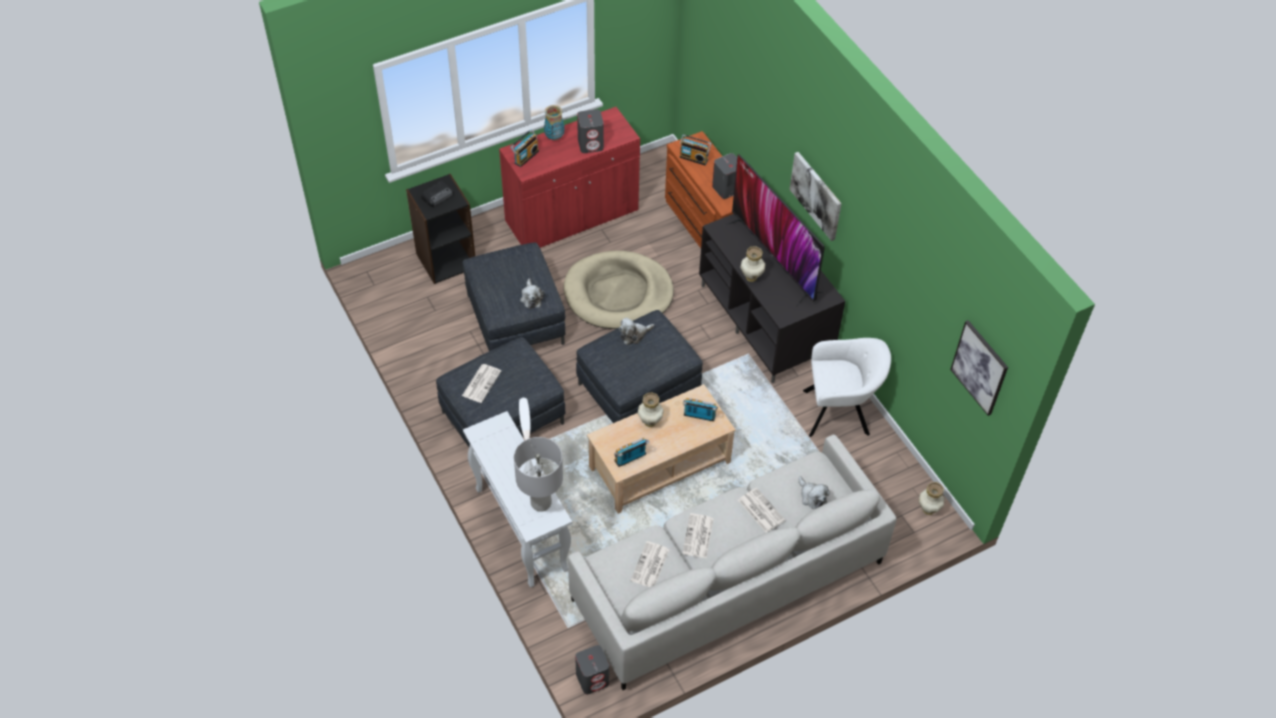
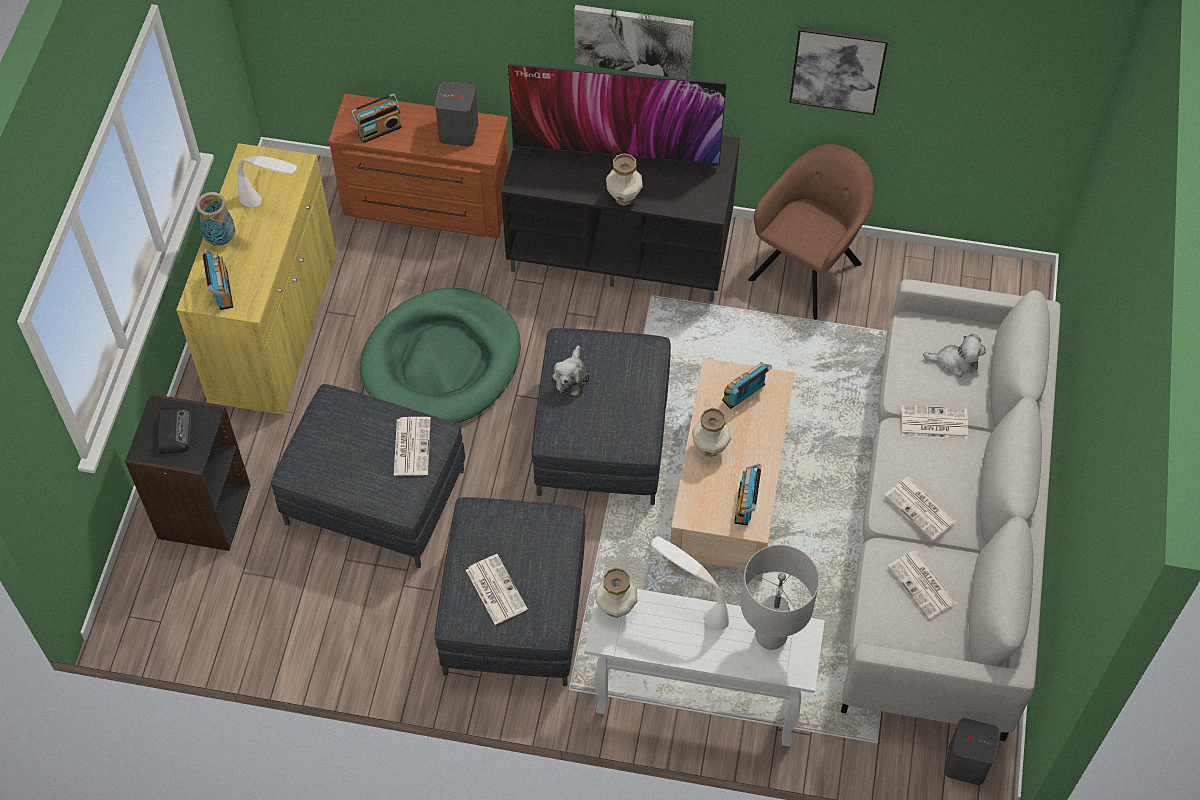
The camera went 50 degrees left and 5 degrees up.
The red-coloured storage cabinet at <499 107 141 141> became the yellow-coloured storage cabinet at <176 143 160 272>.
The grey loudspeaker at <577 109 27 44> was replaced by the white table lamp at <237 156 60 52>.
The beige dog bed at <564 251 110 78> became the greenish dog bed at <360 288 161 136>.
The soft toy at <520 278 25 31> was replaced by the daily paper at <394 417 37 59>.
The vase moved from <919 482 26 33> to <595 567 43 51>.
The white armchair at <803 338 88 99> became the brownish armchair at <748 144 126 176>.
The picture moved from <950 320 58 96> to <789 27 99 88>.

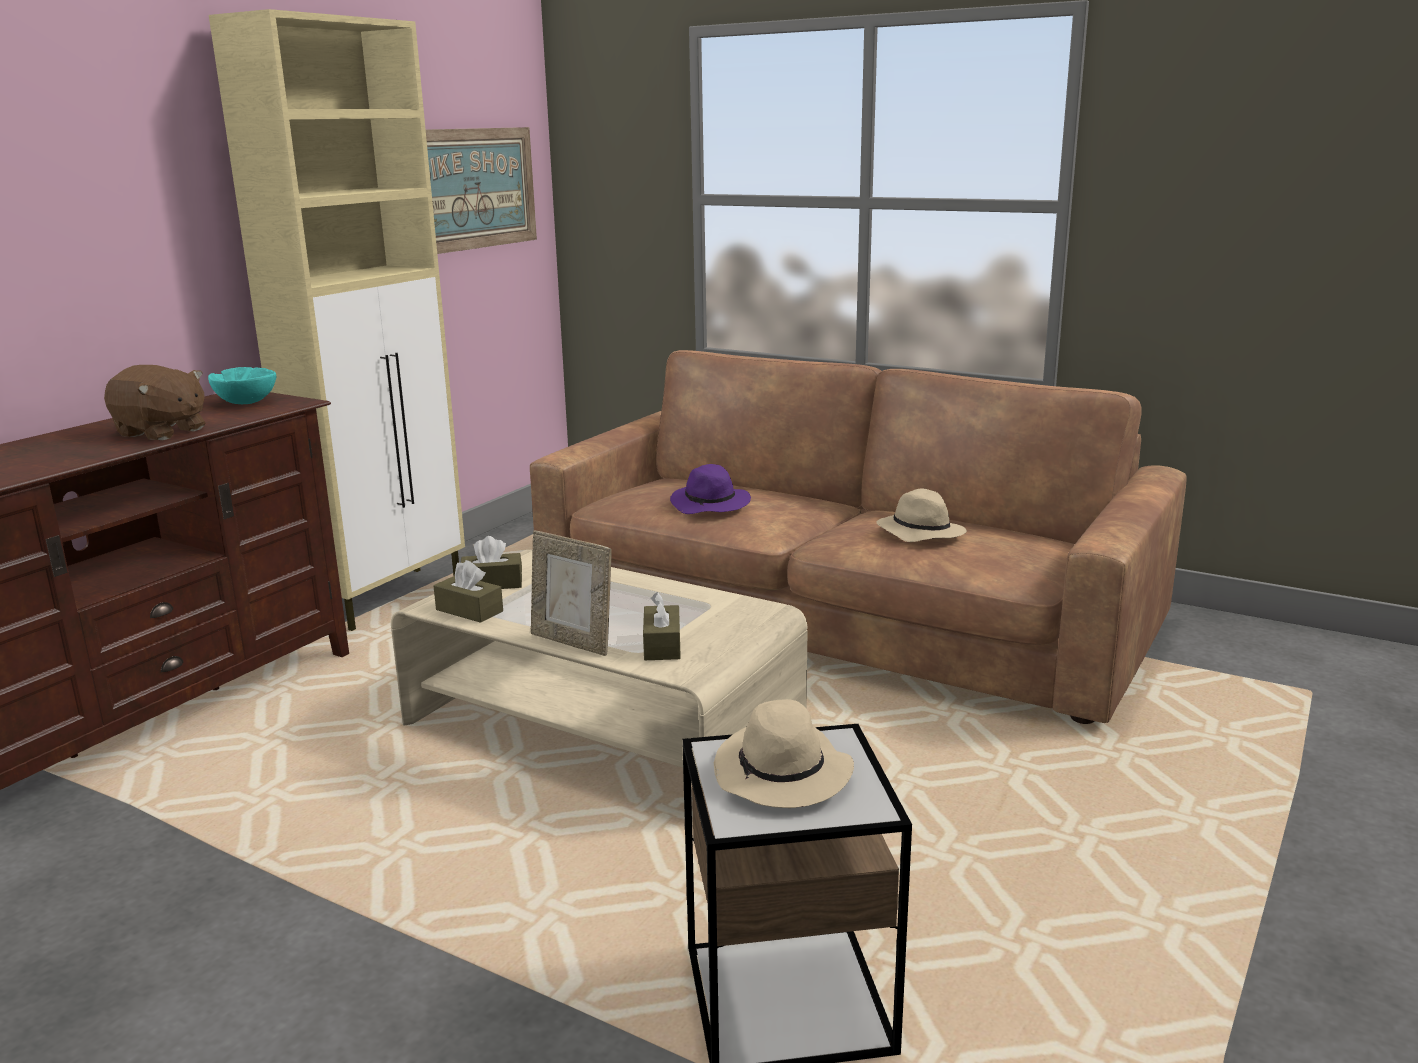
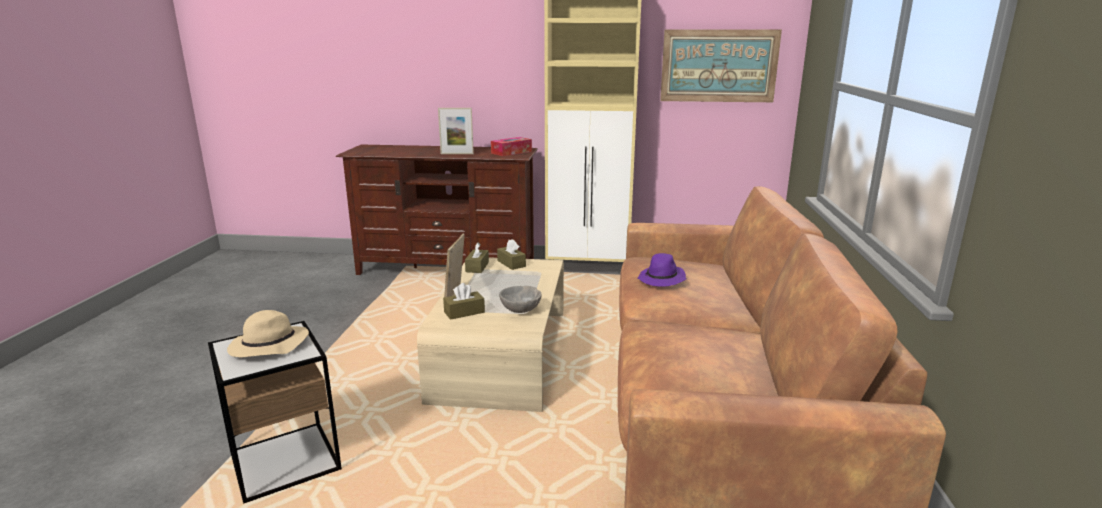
The camera went 65 degrees right and 0 degrees up.
The brownish soft toy at <104 365 101 75> was replaced by the photo frame at <438 108 36 46>.
The blue-green deep dish at <208 367 68 37> was replaced by the box of tissues at <491 137 41 19>.
The grey deep dish at <499 286 42 27> appeared.
The beige wearable hat at <877 488 90 54> disappeared.

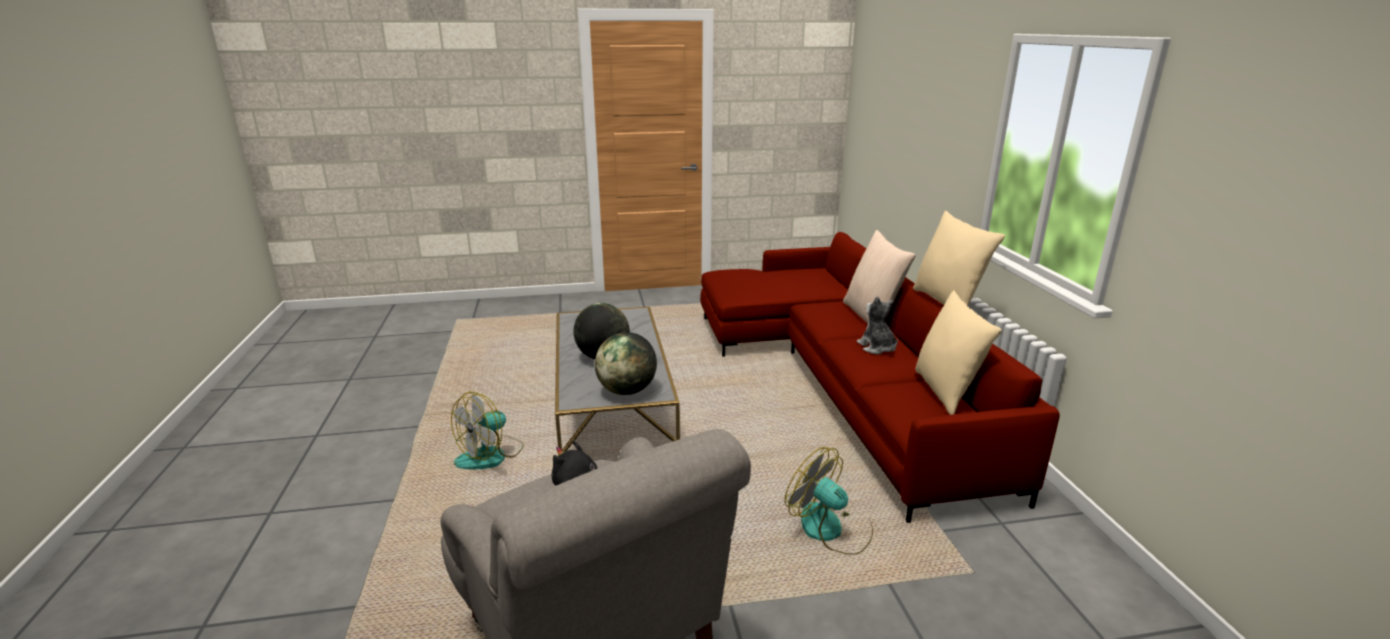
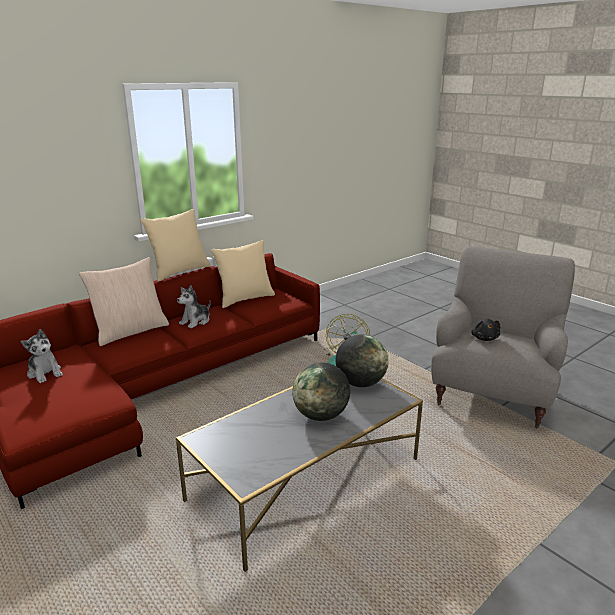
The camera went 120 degrees left and 0 degrees up.
The soft toy at <21 329 42 54> appeared.
The electric fan at <451 391 73 78> disappeared.

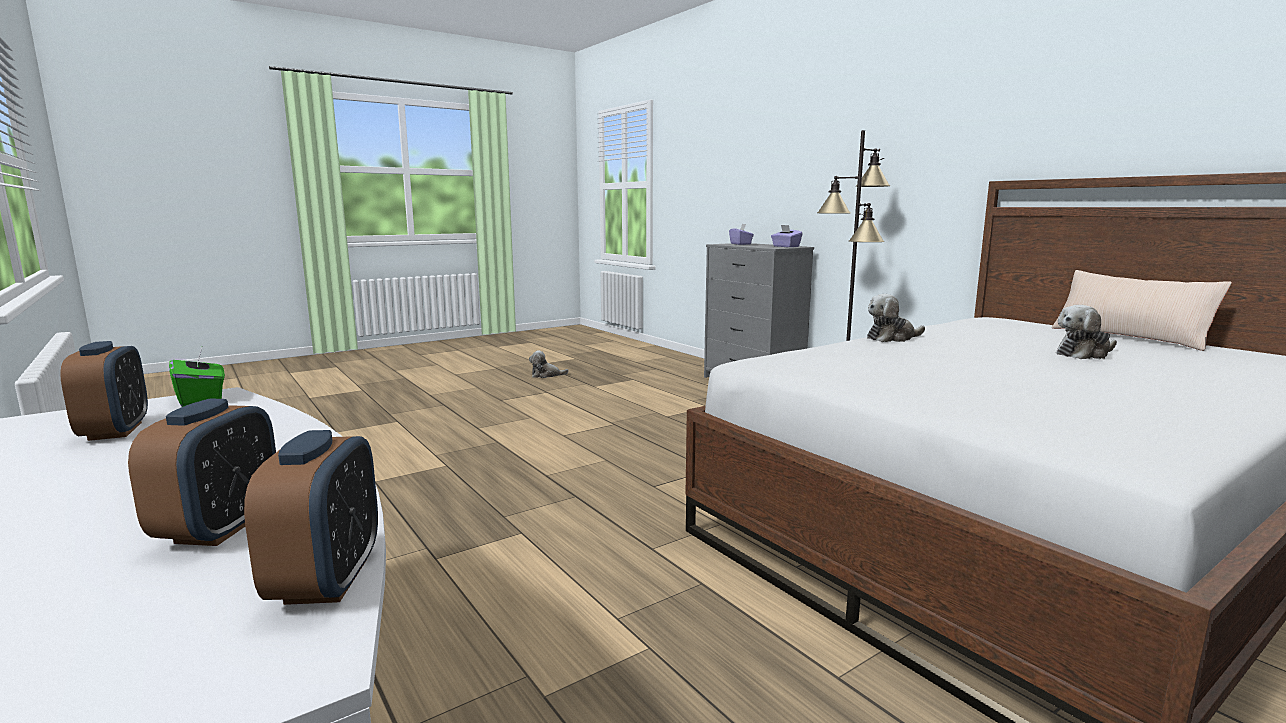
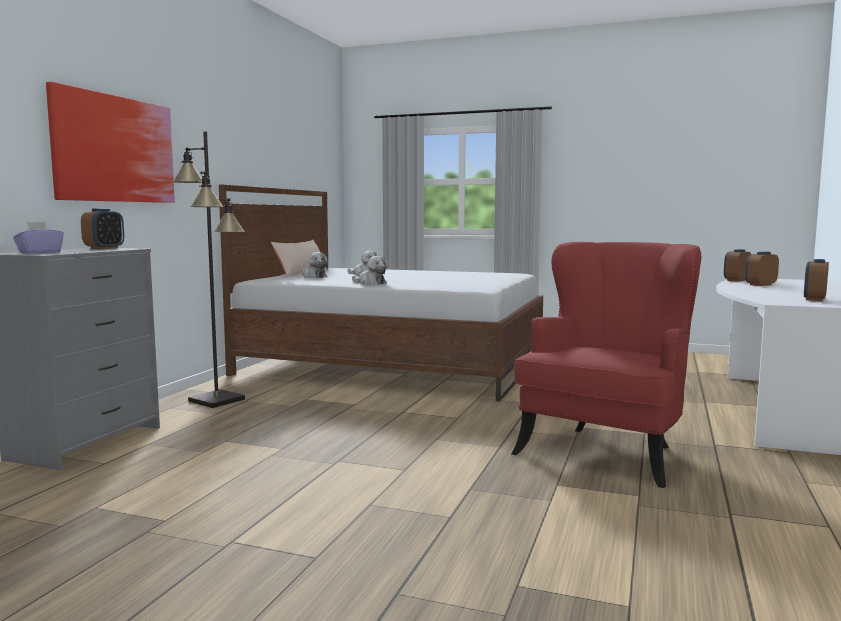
The camera went 125 degrees left and 5 degrees down.
The picture at <46 82 129 121> appeared.
The purple-coloured box of tissues at <771 225 32 22> was replaced by the table clock at <81 209 43 40>.
The soft toy moved from <529 350 40 28> to <302 252 26 26>.
The red-coloured armchair at <511 242 190 246> appeared.
The greenish box of tissues at <169 345 56 62> disappeared.

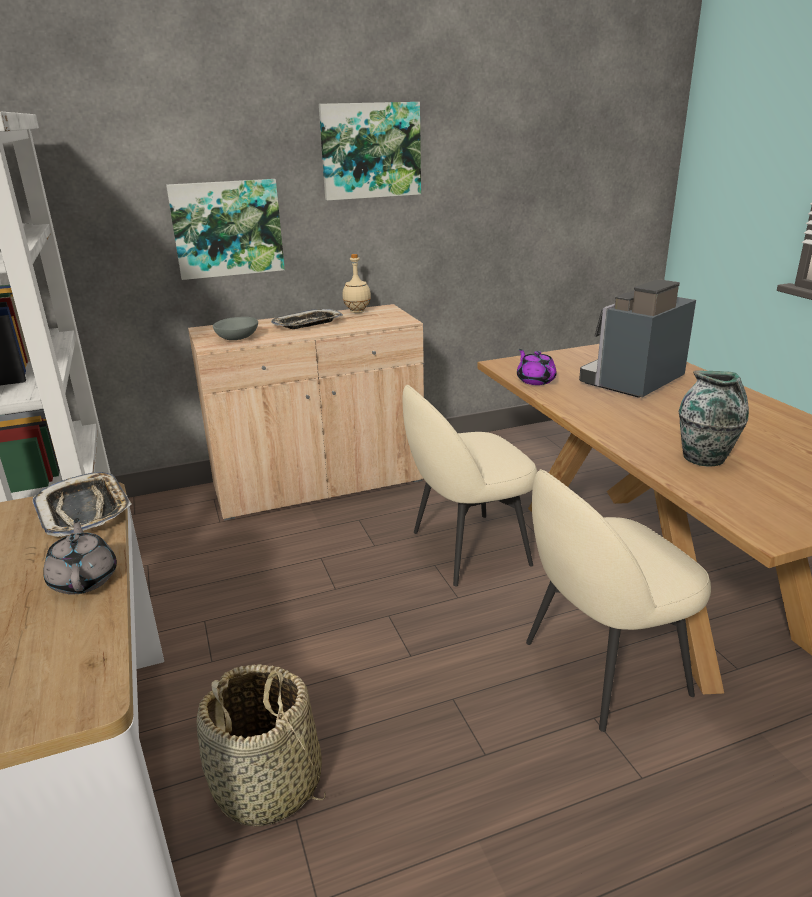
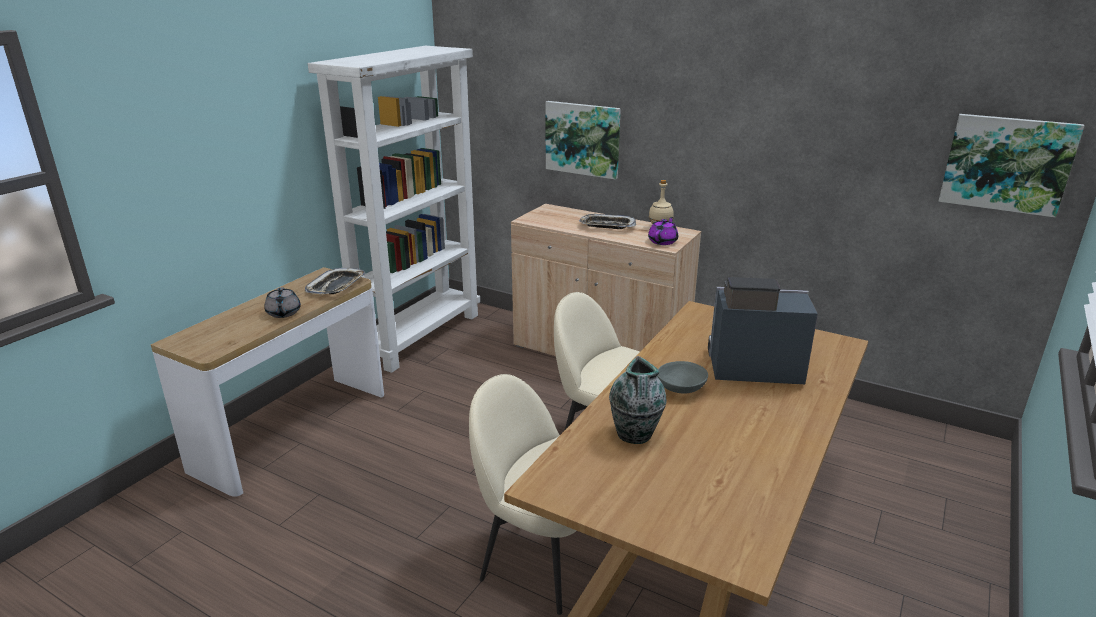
The camera went 50 degrees right and 0 degrees up.
The grey tea pot at <43 518 74 77> turned 135 degrees clockwise.
The purple-coloured tea pot moved from <517 349 40 36> to <648 217 30 28>.
The grey deep dish moved from <213 317 45 23> to <657 361 51 33>.
The picture moved from <319 102 102 99> to <938 114 146 104>.
The basket at <197 664 128 163> disappeared.

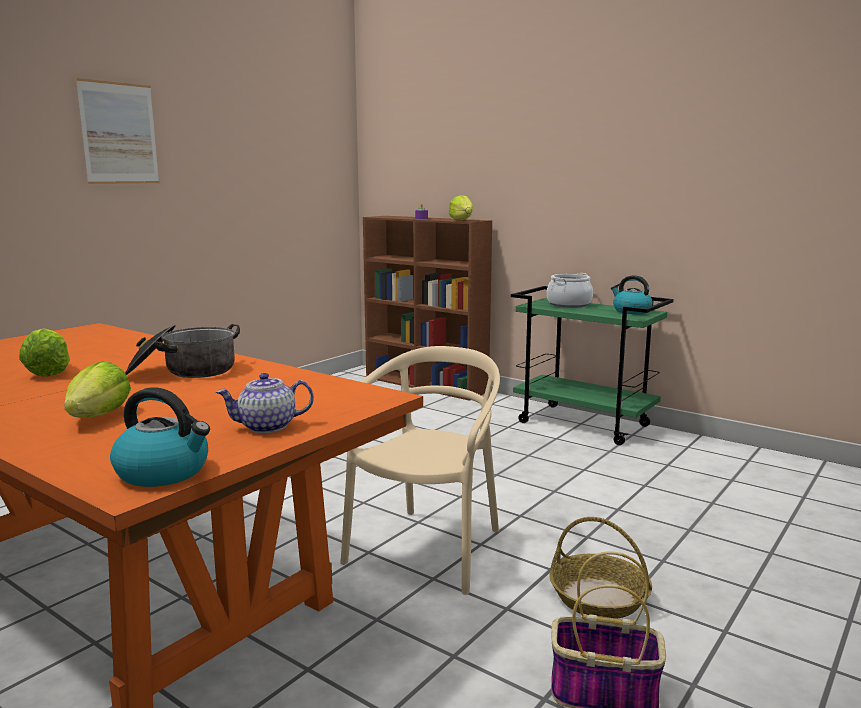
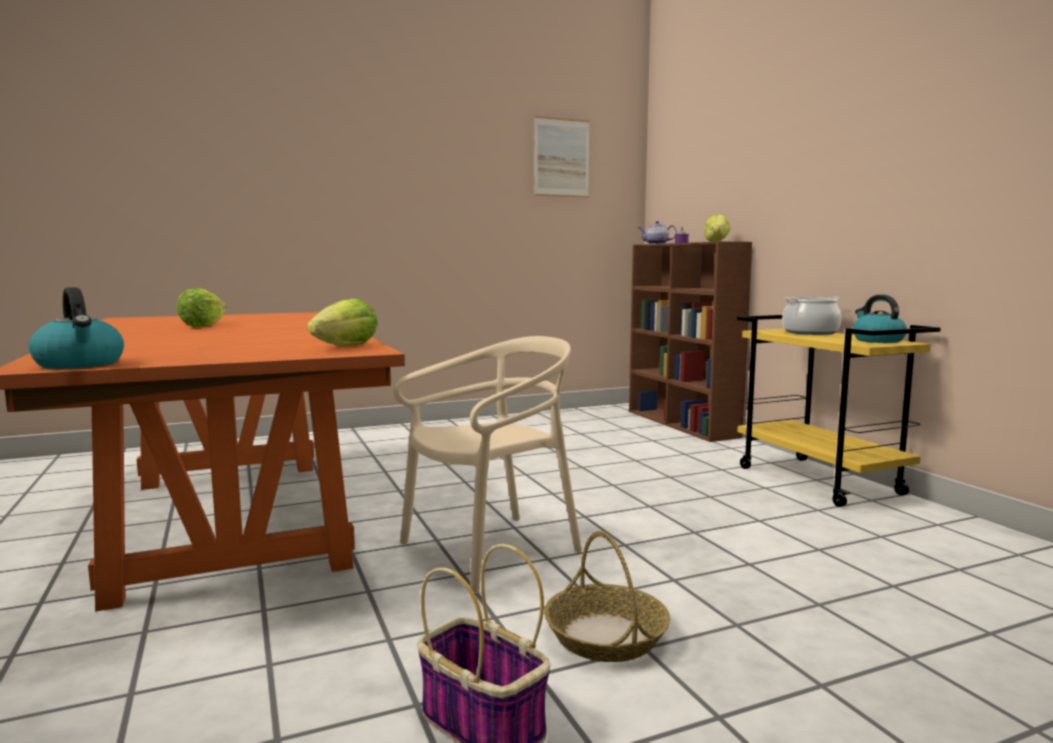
The camera went 30 degrees right and 5 degrees down.
The head of lettuce moved from <64 361 67 57> to <307 299 71 47>.
The picture moved from <76 78 83 106> to <534 116 56 82>.
The tea pot moved from <216 373 98 60> to <638 221 39 23>.
The greenish trolley at <511 286 163 159> became the yellow-coloured trolley at <737 315 204 192>.
The saucepot at <125 324 115 54> disappeared.

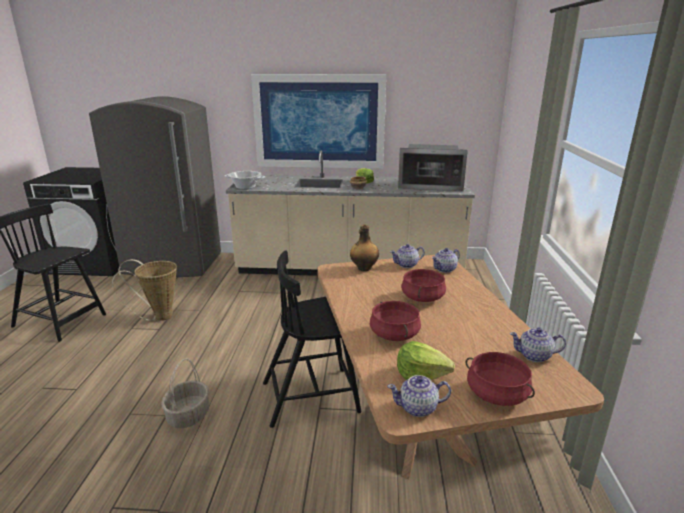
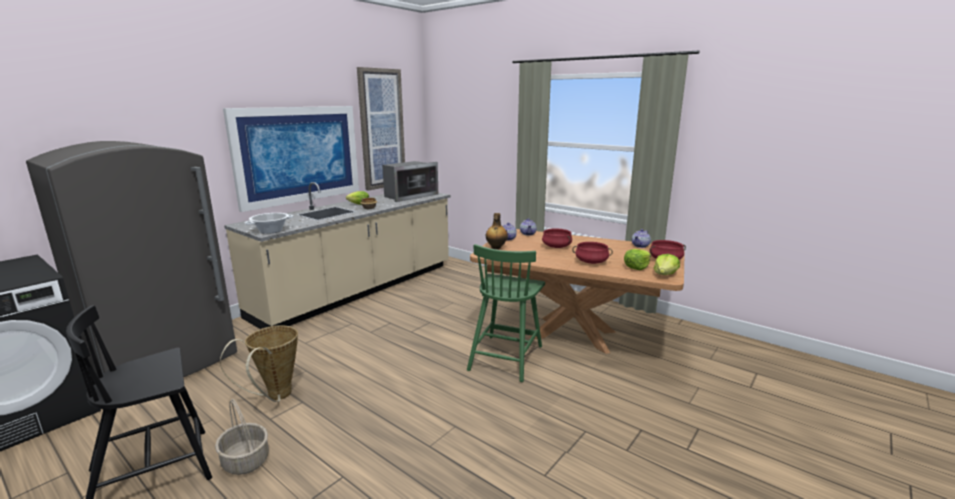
The camera went 55 degrees left and 5 degrees down.
The basket moved from <161 358 48 70> to <215 399 54 76>.
The picture at <357 67 48 124> appeared.
The black-coloured upright chair at <263 251 98 177> became the greenish upright chair at <467 244 78 138>.
The tea pot at <387 375 64 42> was replaced by the head of lettuce at <654 254 26 21>.

